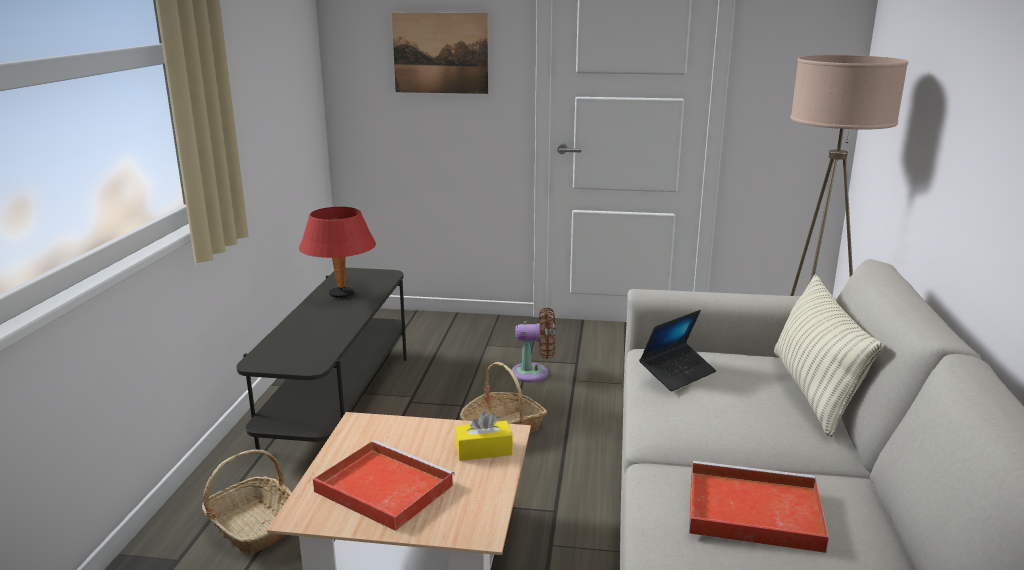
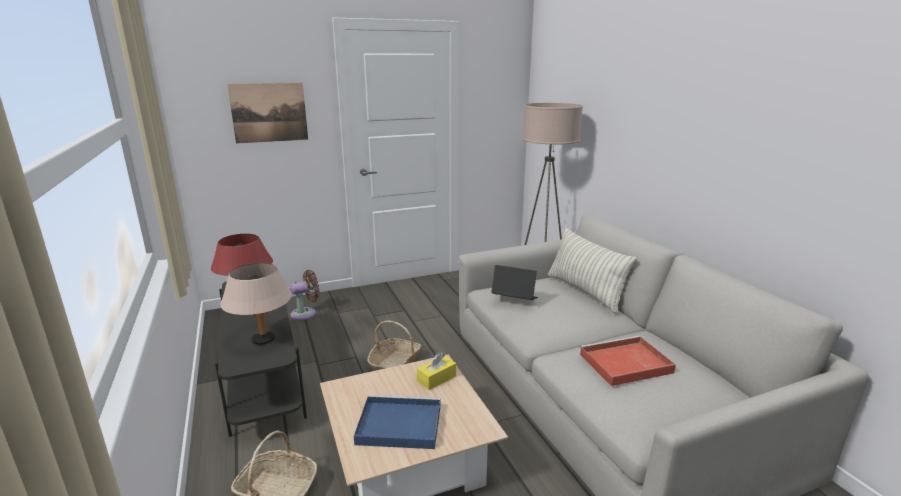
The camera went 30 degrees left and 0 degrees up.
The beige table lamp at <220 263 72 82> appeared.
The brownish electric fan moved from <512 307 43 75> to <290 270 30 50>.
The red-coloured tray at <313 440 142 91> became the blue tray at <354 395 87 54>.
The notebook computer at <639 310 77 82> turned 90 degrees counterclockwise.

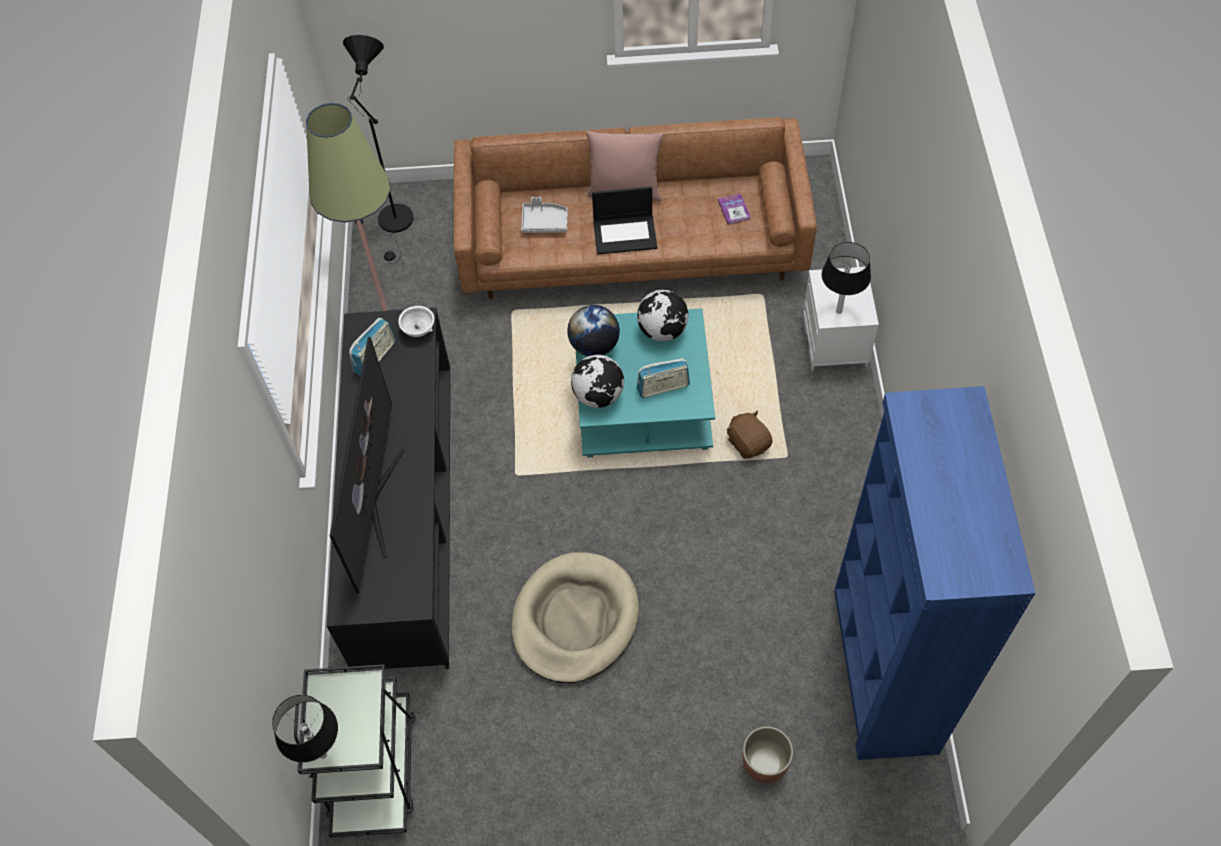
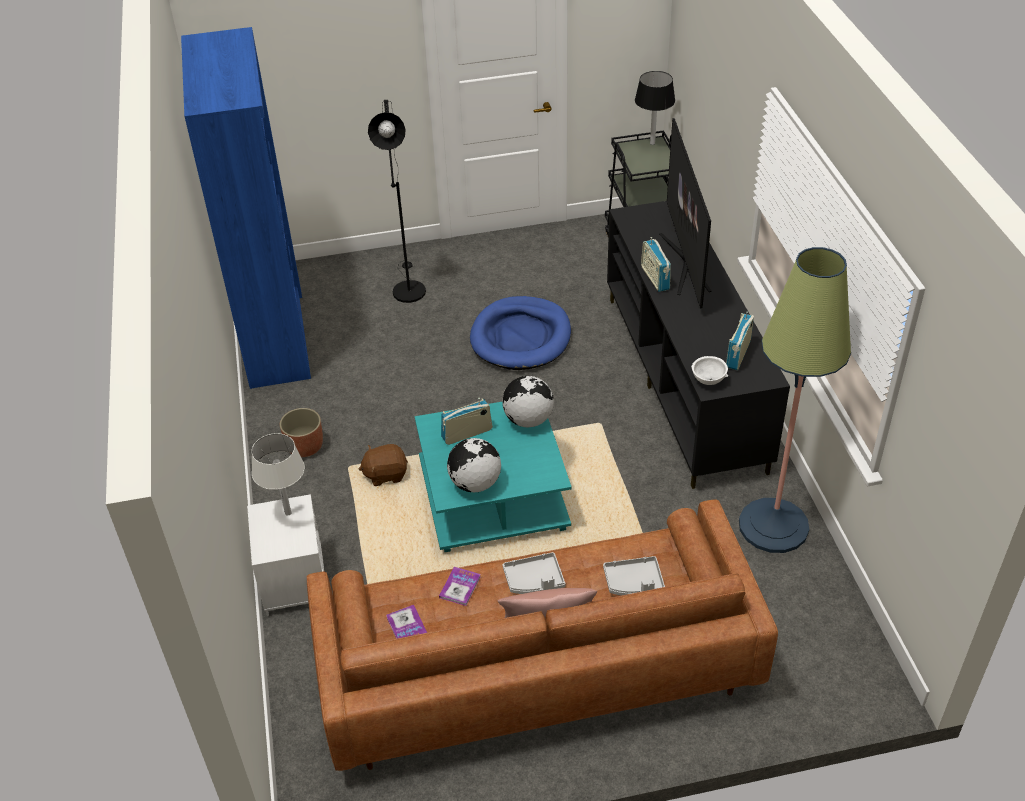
The camera went 170 degrees right and 15 degrees down.
The black-coloured table lamp at <822 242 49 72> became the white table lamp at <252 433 53 83>.
The flower pot moved from <743 726 50 58> to <280 408 43 49>.
The brownish soft toy at <726 411 47 48> turned 120 degrees clockwise.
The black-coloured floor lamp moved from <343 35 71 229> to <368 100 58 203>.
The bound book at <439 567 42 39> appeared.
The beige dog bed at <512 552 127 131> became the blue dog bed at <470 296 101 74>.
The notebook computer at <592 187 65 68> was replaced by the grey tray at <503 552 62 42>.
The radio set at <641 237 30 55> appeared.
The world globe at <567 305 53 51> disappeared.

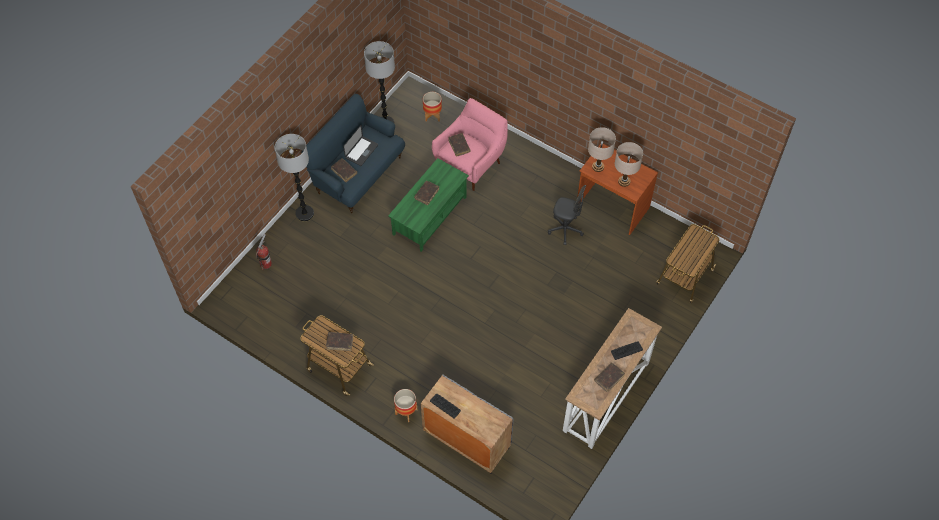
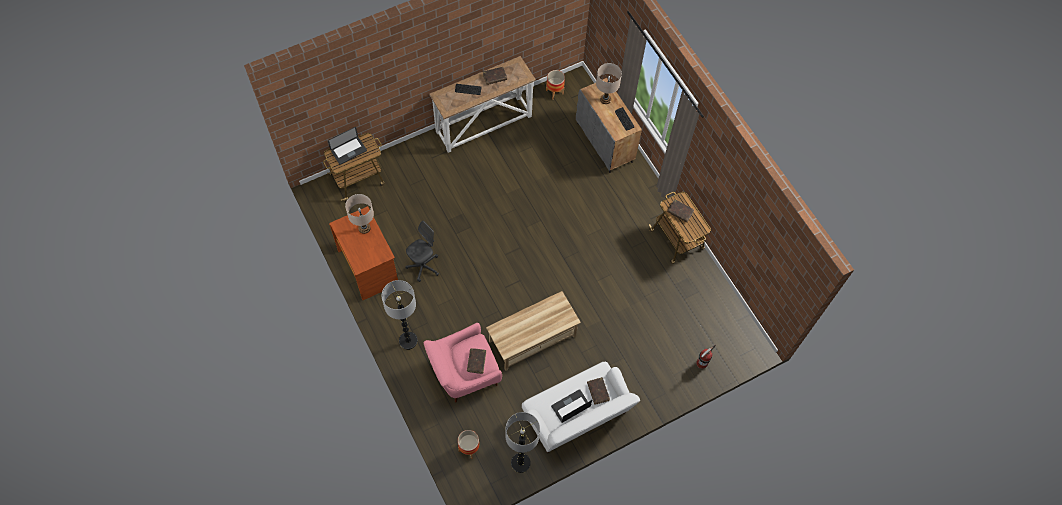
The camera went 155 degrees left and 5 degrees up.
The notebook computer at <328 127 39 38> appeared.
The floor lamp moved from <275 134 39 87> to <382 280 36 70>.
The grey desk chair at <548 185 38 60> turned 90 degrees clockwise.
The greenish coffee table at <388 158 81 94> became the beige coffee table at <486 291 95 80>.
The blue couch at <301 94 104 119> became the white couch at <522 361 118 92>.
The flower pot moved from <394 389 23 33> to <546 70 19 30>.
The beige table lamp moved from <588 127 28 45> to <596 63 26 41>.
The brownish bound book at <414 181 25 24> disappeared.

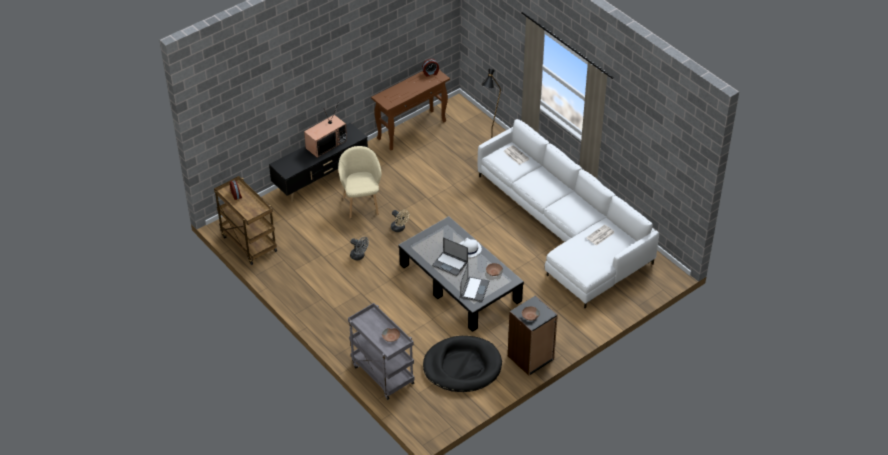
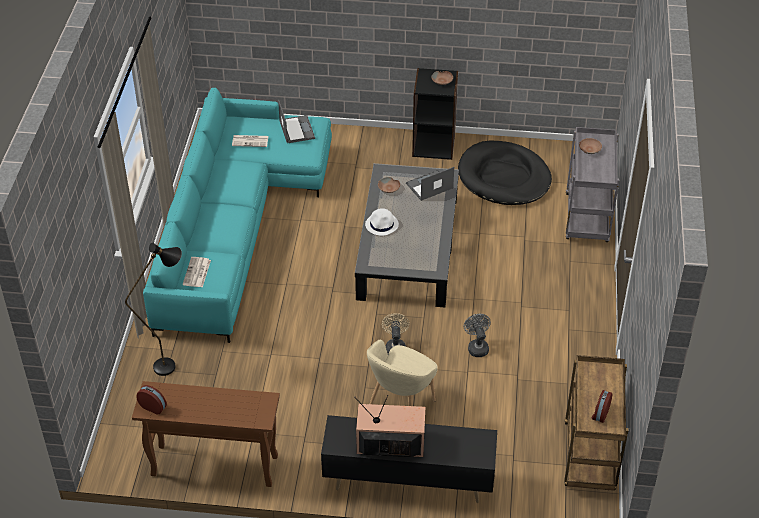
The camera went 135 degrees left and 0 degrees up.
The white couch at <478 119 181 189> became the blue-green couch at <143 88 189 255>.
The notebook computer moved from <432 237 36 39> to <278 100 37 44>.

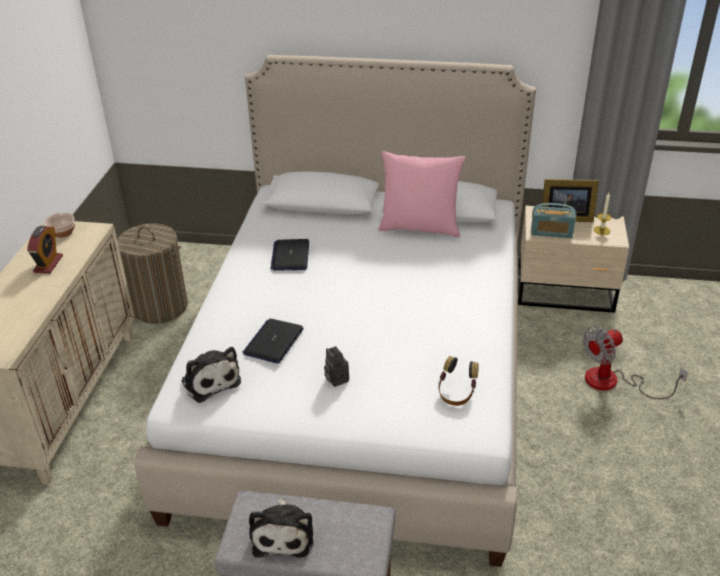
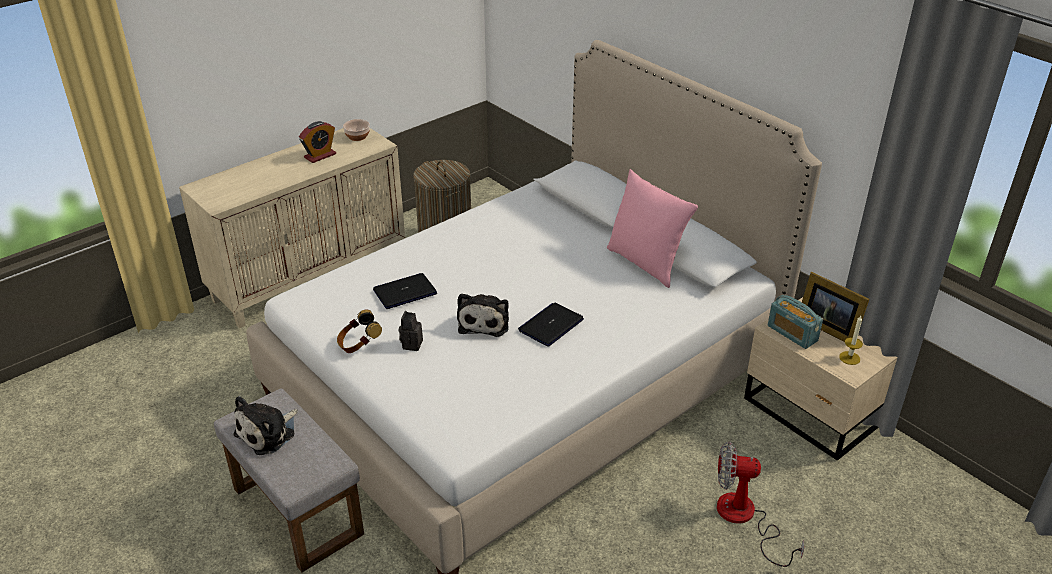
The camera went 40 degrees right and 0 degrees up.
The headset moved from <438 356 40 50> to <337 309 45 44>.
The soft toy moved from <181 347 60 56> to <457 293 52 44>.
The notebook computer moved from <271 239 38 32> to <518 303 66 44>.

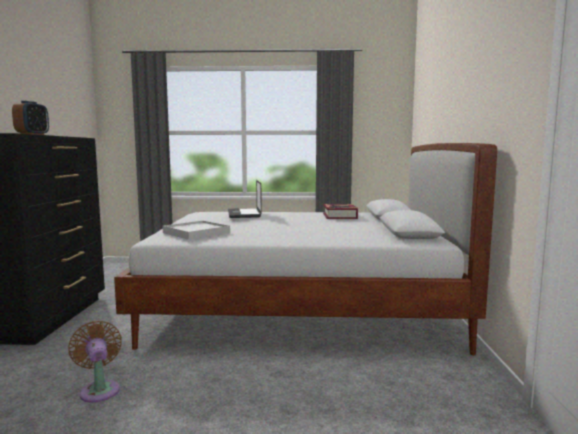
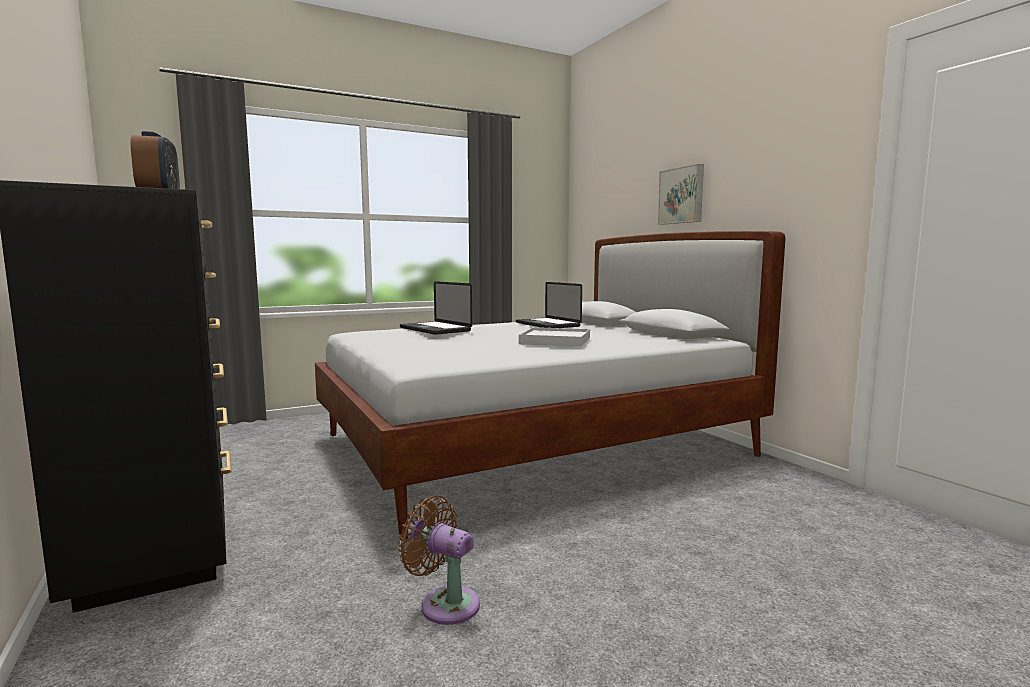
The camera went 30 degrees left and 0 degrees up.
The bound book at <323 204 35 15> was replaced by the notebook computer at <516 282 66 46>.
The white tray moved from <163 221 67 19> to <519 327 71 20>.
The picture at <658 164 46 61> appeared.

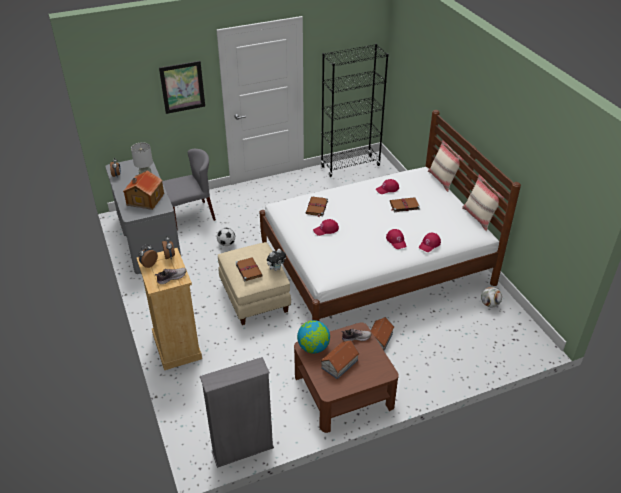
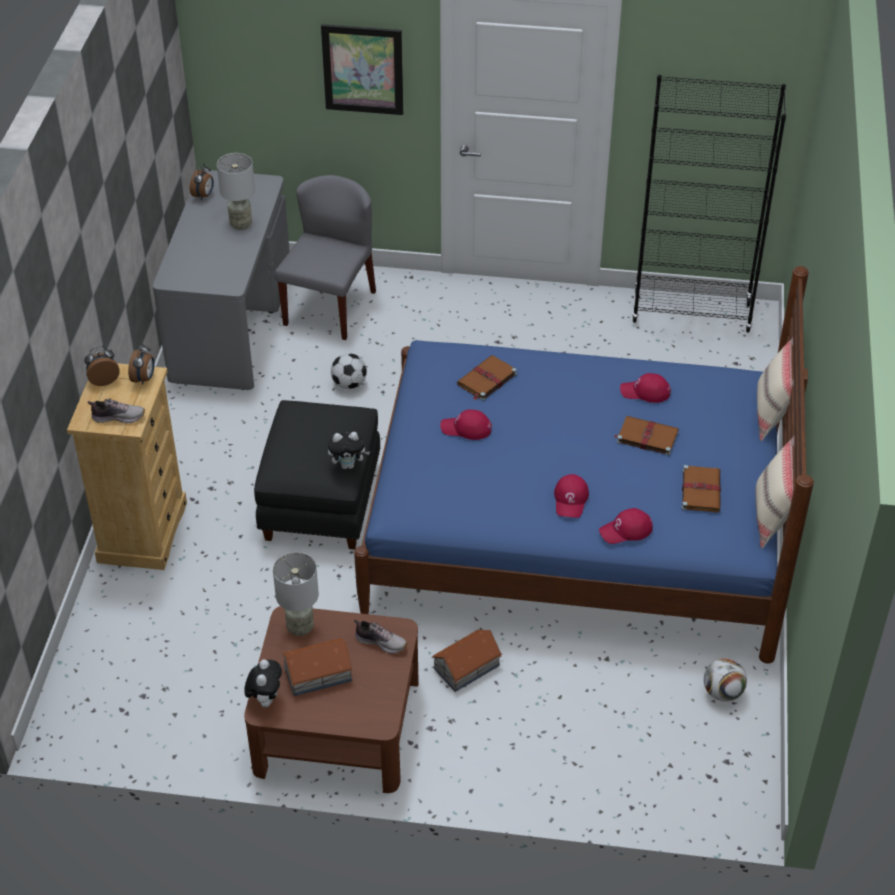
The camera went 30 degrees right and 5 degrees up.
The soft toy at <244 660 38 48> appeared.
The beige footrest at <218 242 73 83> became the black-coloured footrest at <254 400 126 150>.
The world globe at <297 320 33 33> was replaced by the grey table lamp at <273 552 46 84>.
The grey upright chair at <162 149 54 82> turned 75 degrees counterclockwise.
The white bed at <260 110 261 211> became the blue bed at <354 266 460 397>.
The brownish bound book moved from <235 257 28 25> to <682 465 39 47>.
The toy house at <123 170 41 40> disappeared.
The grey bookshelf at <200 357 74 111> disappeared.

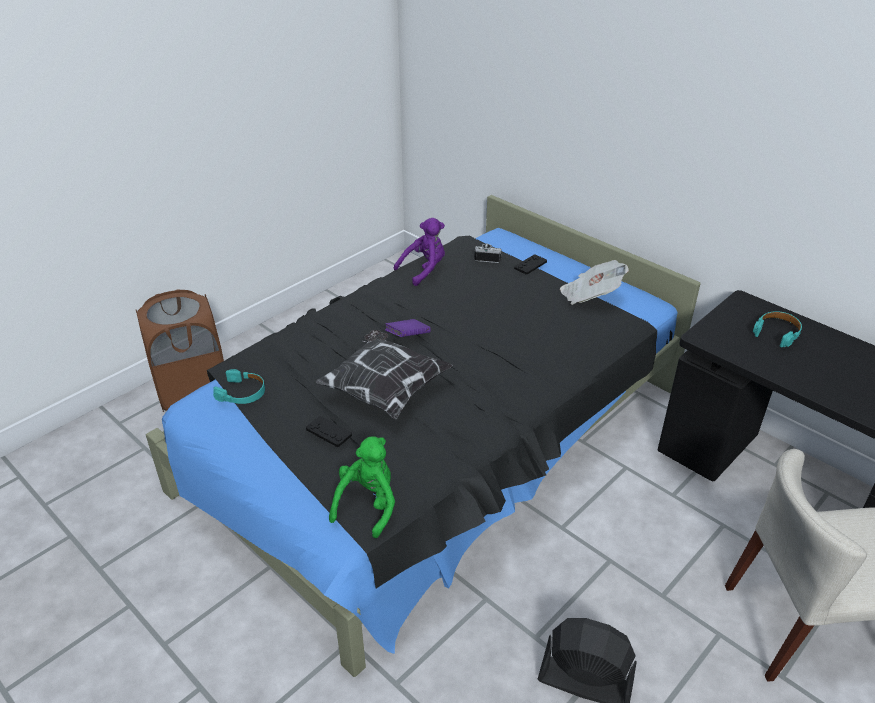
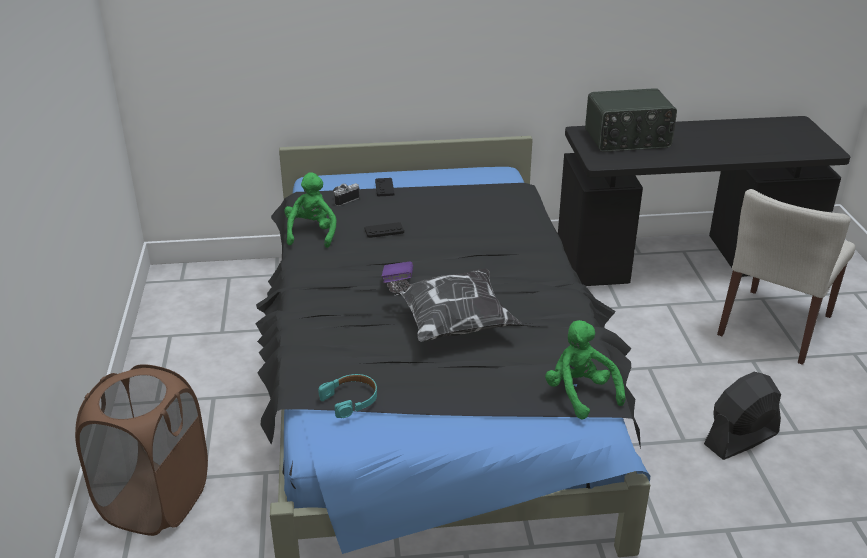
The camera went 50 degrees left and 5 degrees down.
The purple-coloured soft toy at <394 218 51 68> became the greenish soft toy at <284 172 53 76>.
The black-coloured game controller moved from <306 416 46 31> to <365 222 39 16>.
The blue-green headset at <753 311 49 36> was replaced by the radio set at <585 88 92 64>.
The daily paper at <560 260 69 45> disappeared.

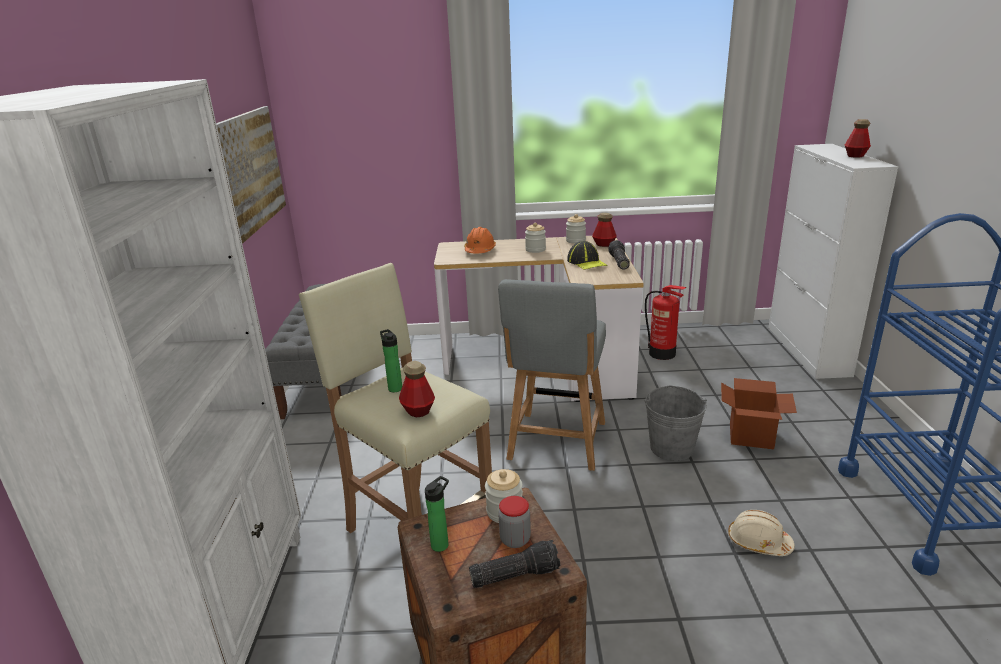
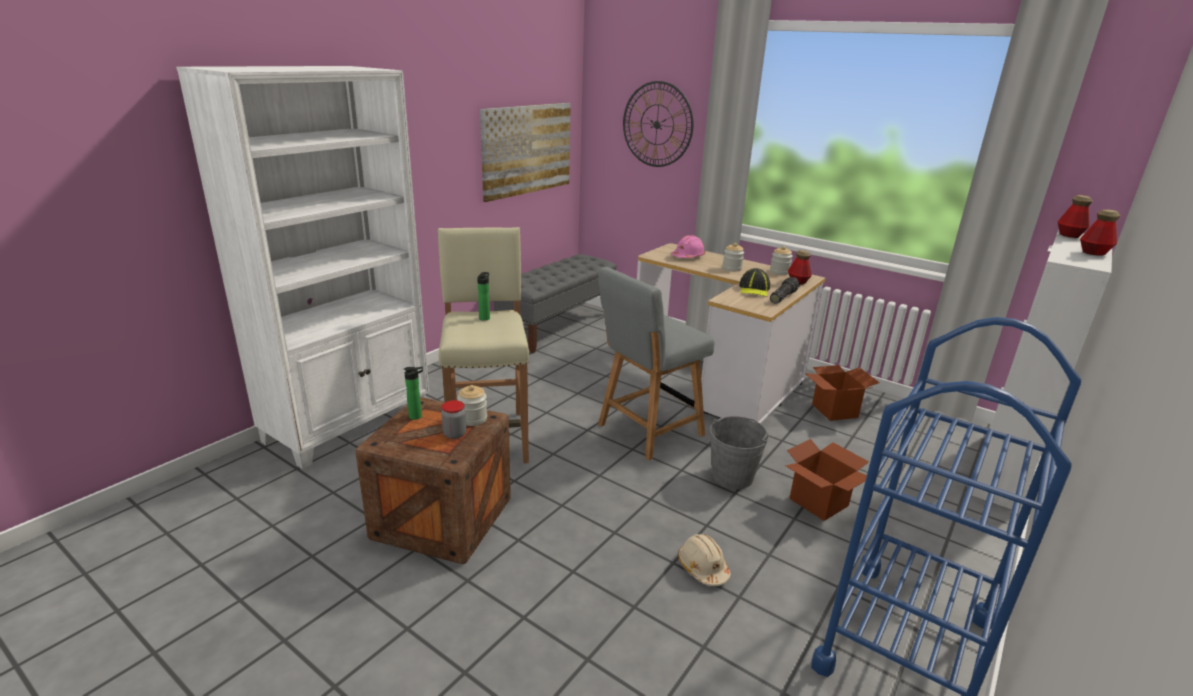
The camera went 35 degrees right and 0 degrees up.
The hanging clock at <623 81 71 86> appeared.
The orange work helmet at <464 227 32 26> became the pinkish work helmet at <671 235 34 23>.
The extinguisher at <645 285 41 75> was replaced by the packing box at <805 365 75 56>.
The drink bottle moved from <399 361 36 56> to <1057 195 36 43>.
The torch at <469 540 91 48> disappeared.

